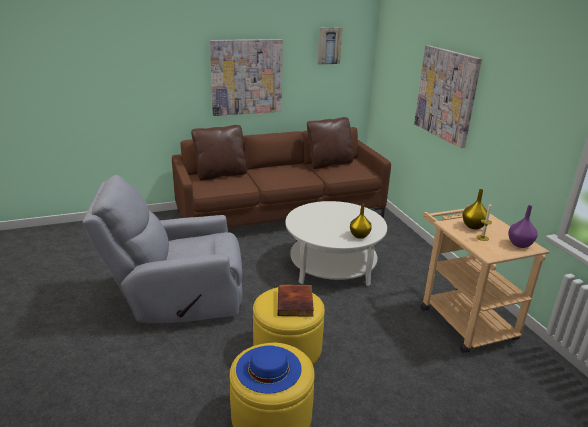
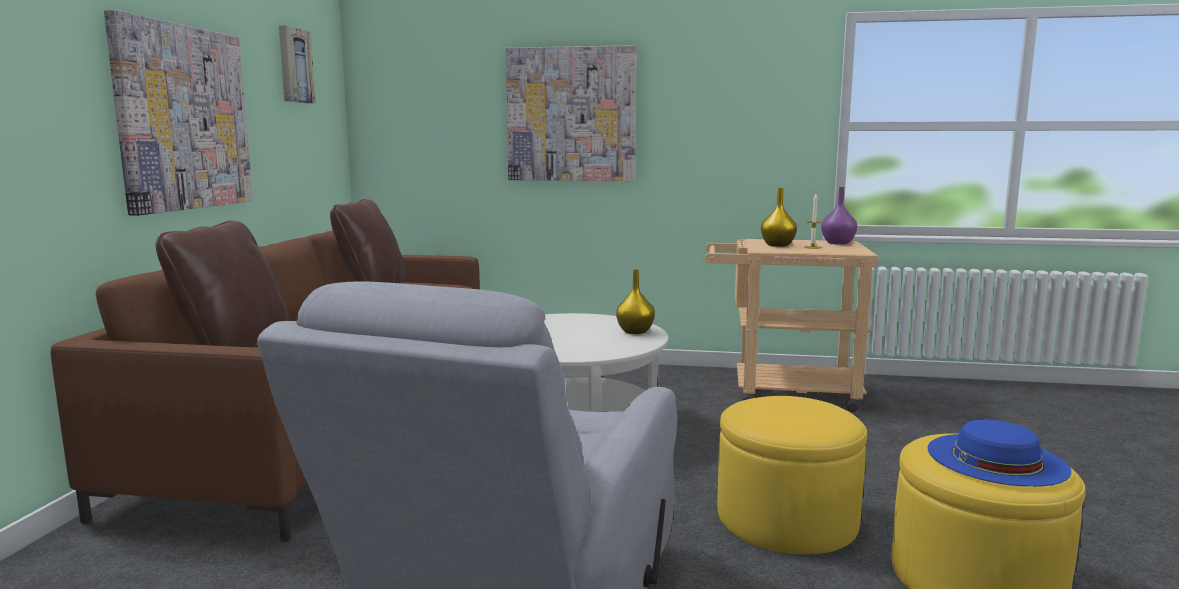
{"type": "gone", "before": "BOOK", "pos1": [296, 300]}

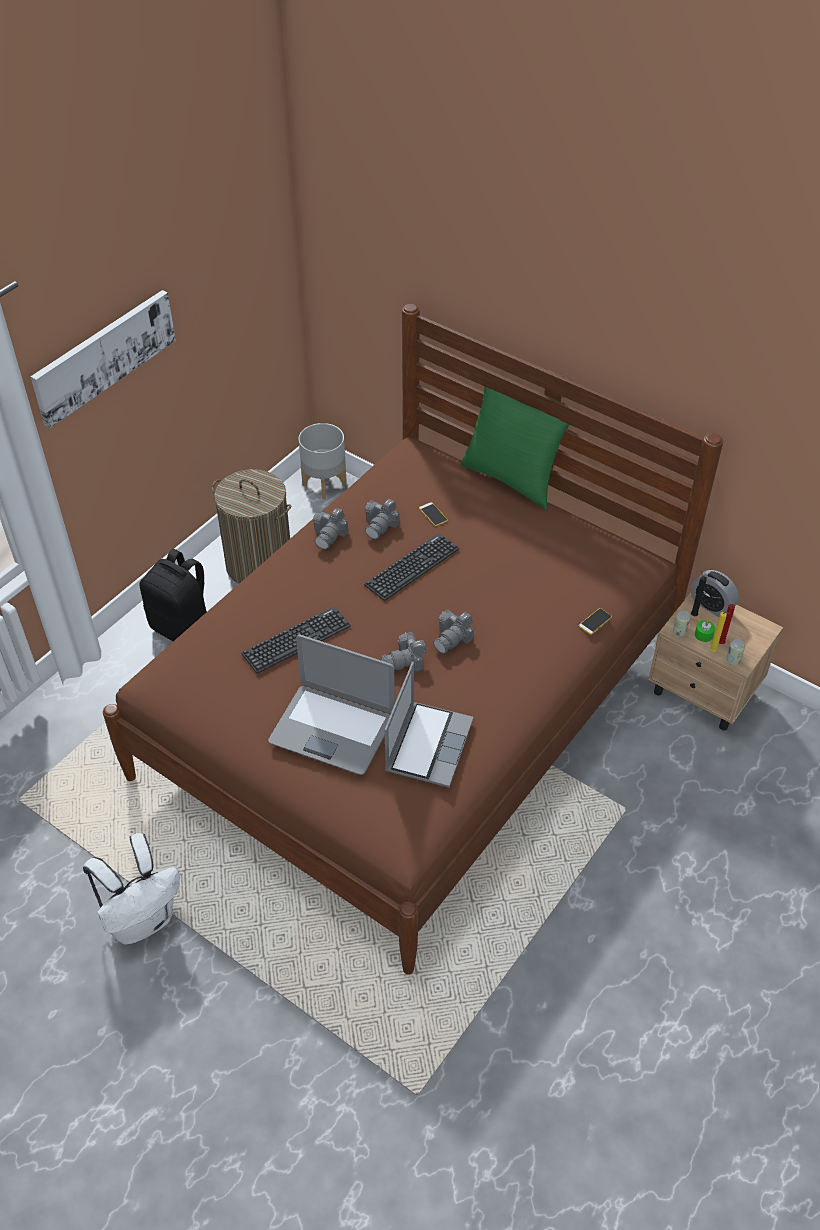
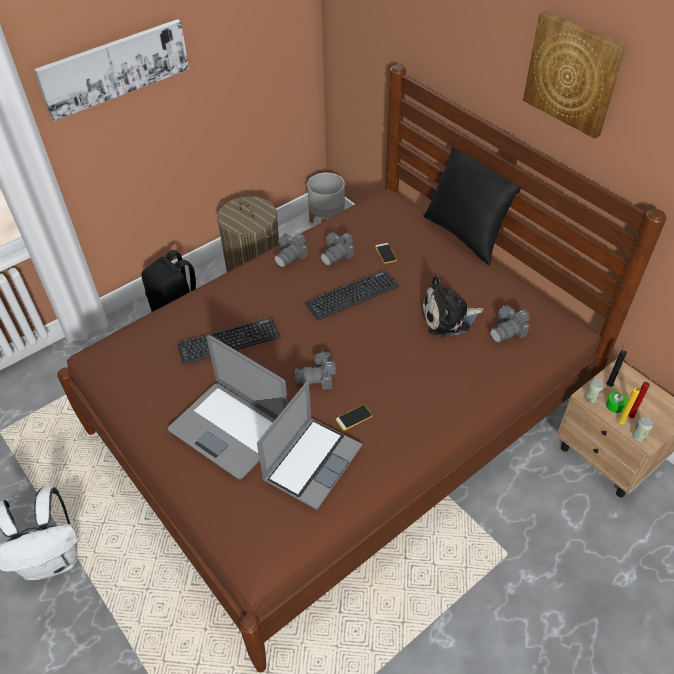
{"type": "repainted", "before": "GREEN PILLOW", "after": "BLACK PILLOW", "pos1": [514, 448], "pos2": [472, 206]}
{"type": "gone", "before": "ALARM CLOCK", "pos1": [714, 593]}
{"type": "shifted", "before": "PHONE", "pos1": [595, 621], "pos2": [353, 418]}
{"type": "shifted", "before": "PHOTO CAMERA", "pos1": [453, 631], "pos2": [509, 324]}
{"type": "new", "after": "PICTURE", "pos2": [574, 75]}
{"type": "new", "after": "PLUSH TOY", "pos2": [452, 306]}

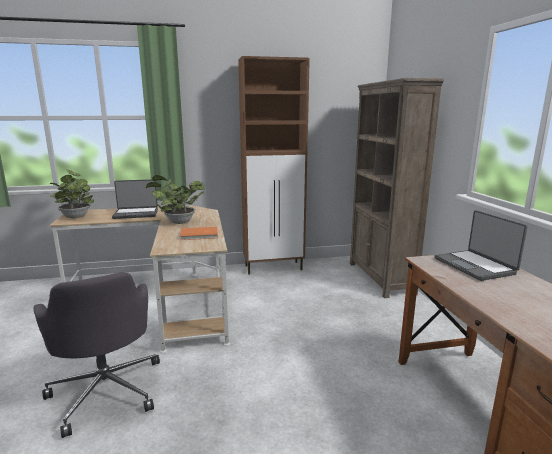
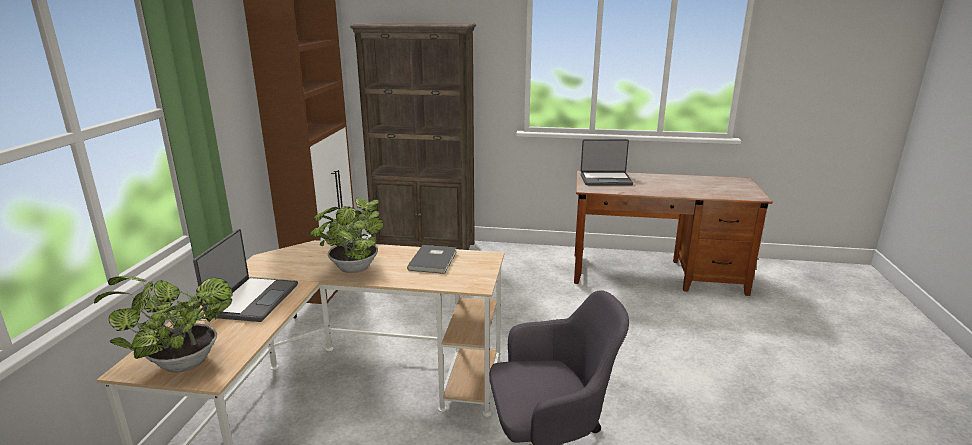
{"type": "repainted", "before": "ORANGE BOOK", "after": "GREY BOOK", "pos1": [199, 233], "pos2": [432, 259]}

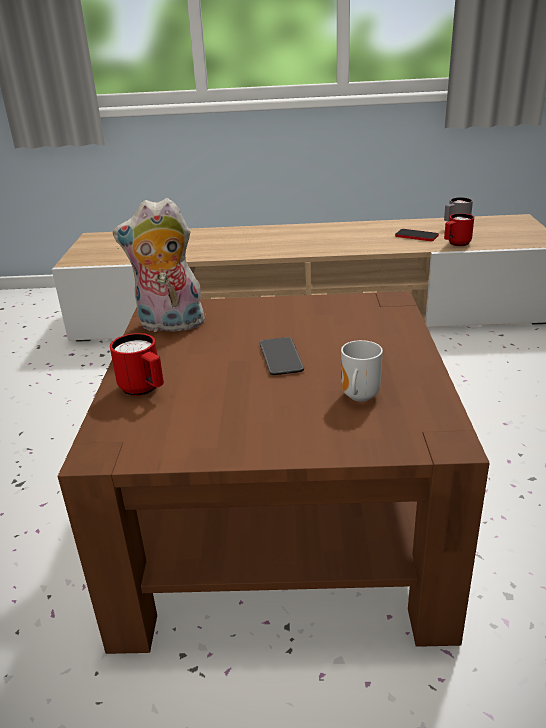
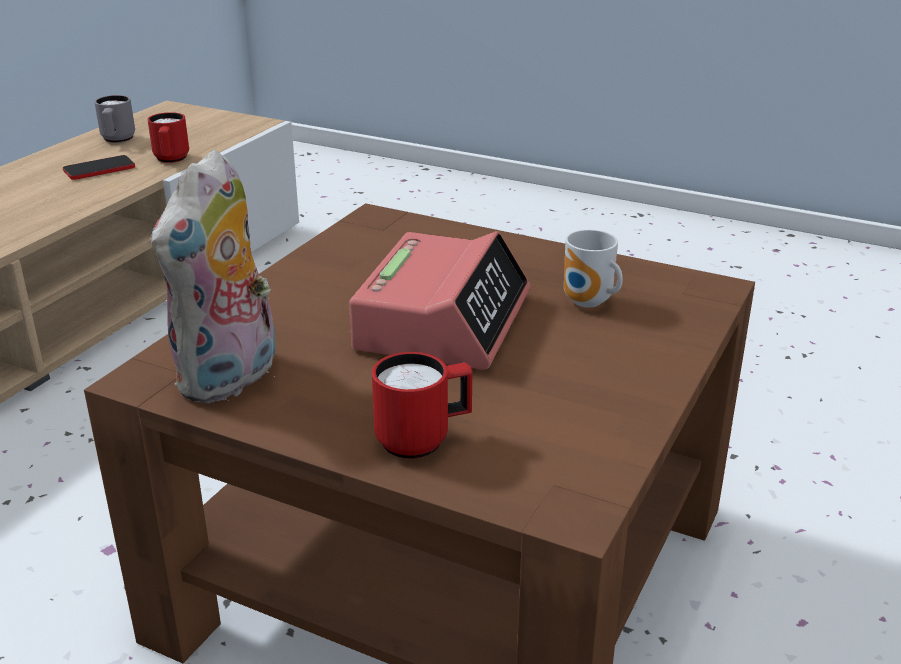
{"type": "swapped", "before": "PHONE", "after": "ALARM CLOCK", "pos1": [282, 356], "pos2": [439, 300]}

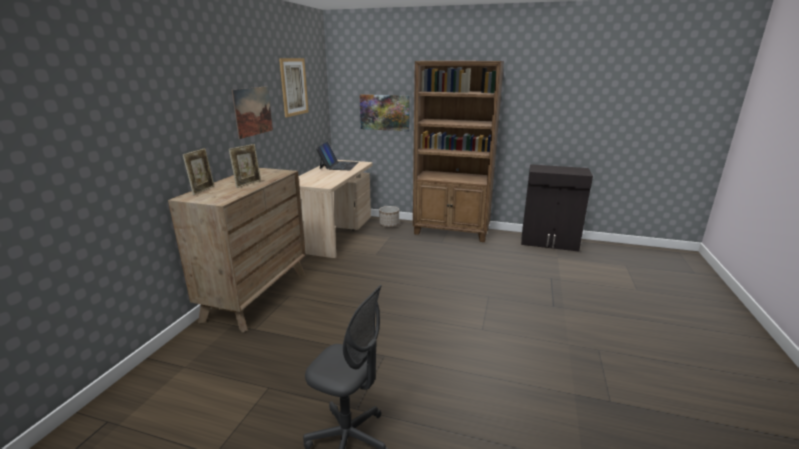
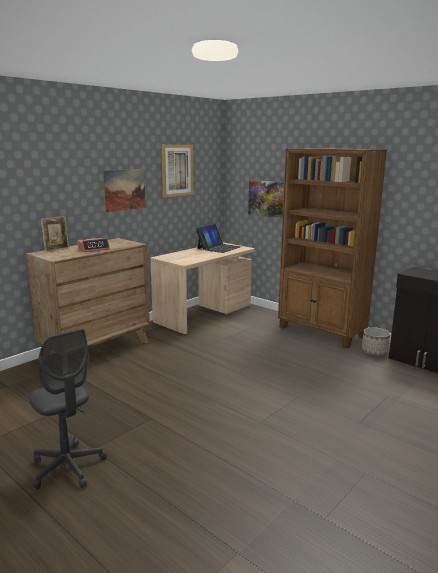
{"type": "swapped", "before": "PICTURE FRAME", "after": "ALARM CLOCK", "pos1": [245, 166], "pos2": [94, 245]}
{"type": "shifted", "before": "PLANTER", "pos1": [389, 216], "pos2": [376, 341]}

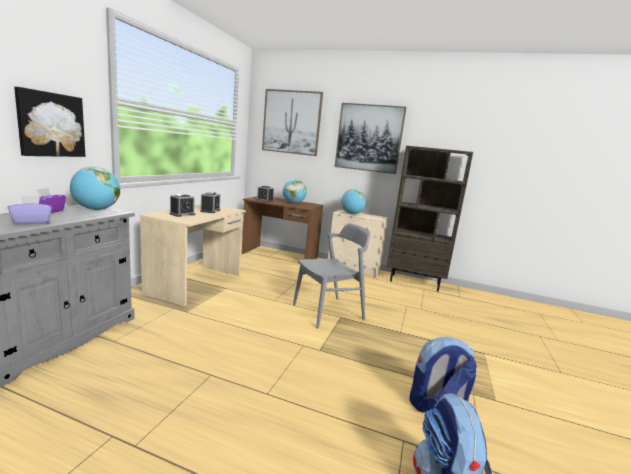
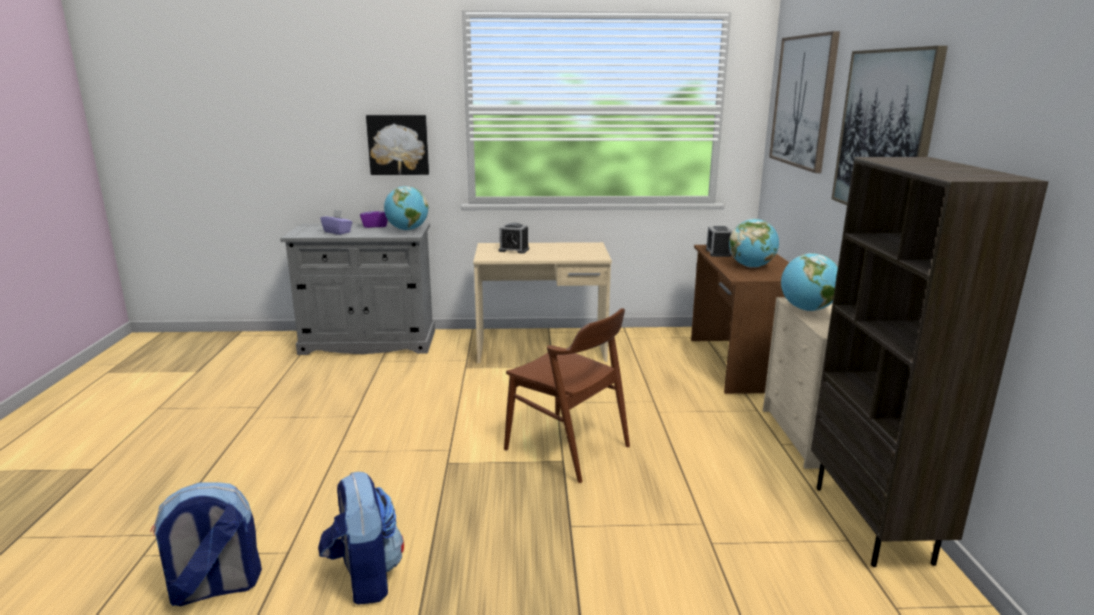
{"type": "gone", "before": "ALARM CLOCK", "pos1": [210, 202]}
{"type": "repainted", "before": "GREY CHAIR", "after": "BROWN CHAIR", "pos1": [331, 276], "pos2": [567, 395]}

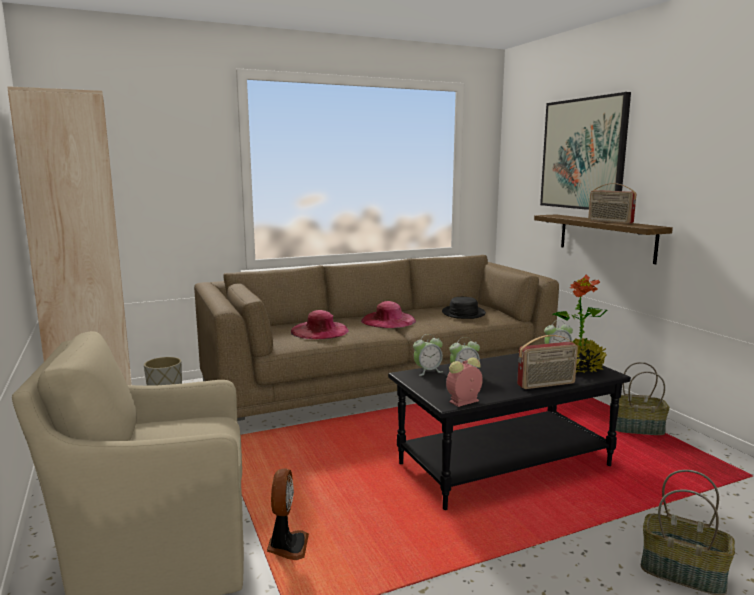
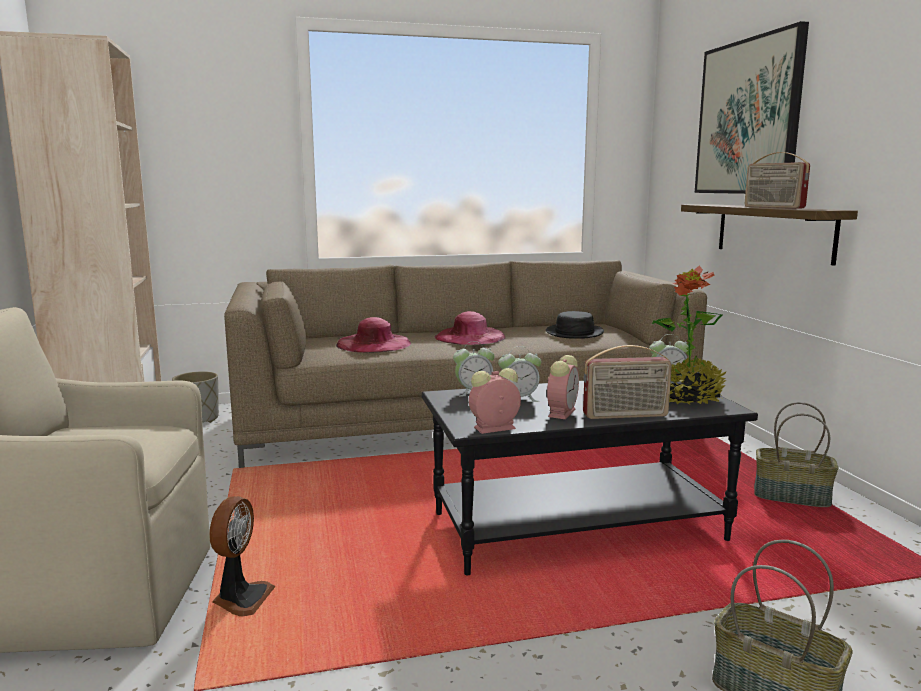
{"type": "new", "after": "ALARM CLOCK", "pos2": [563, 387]}

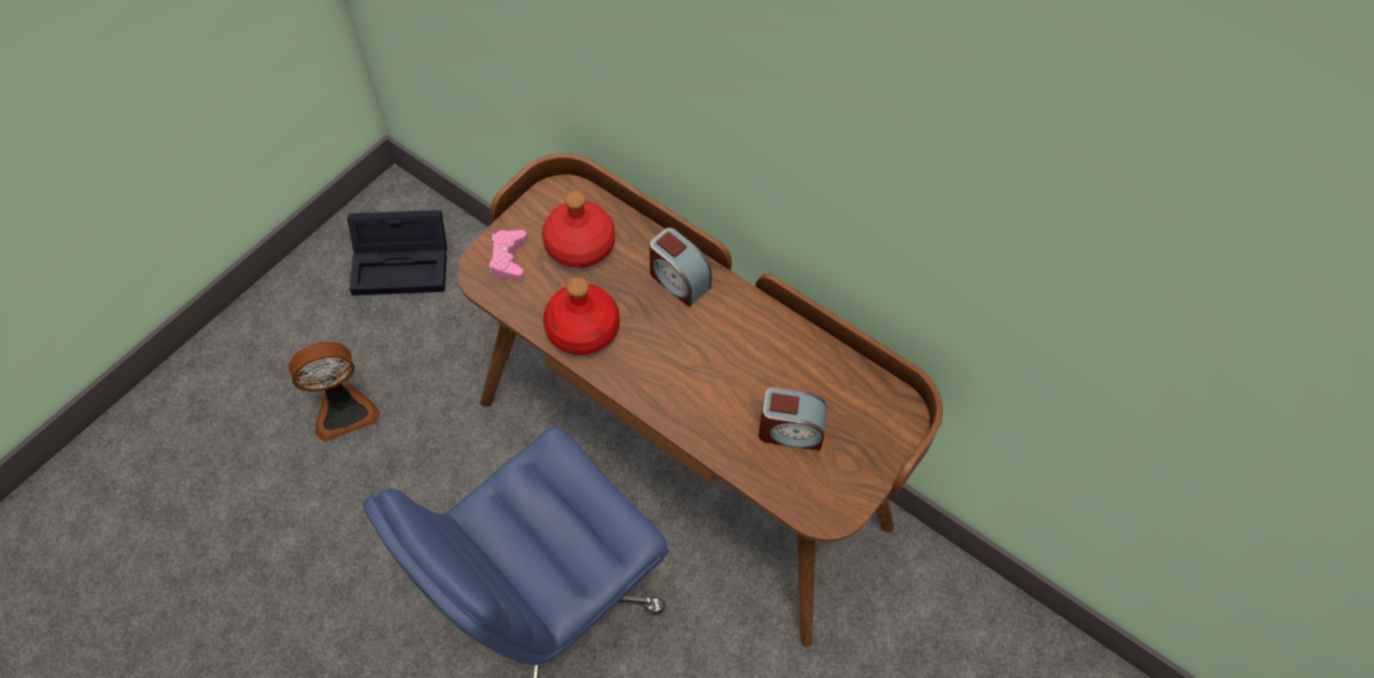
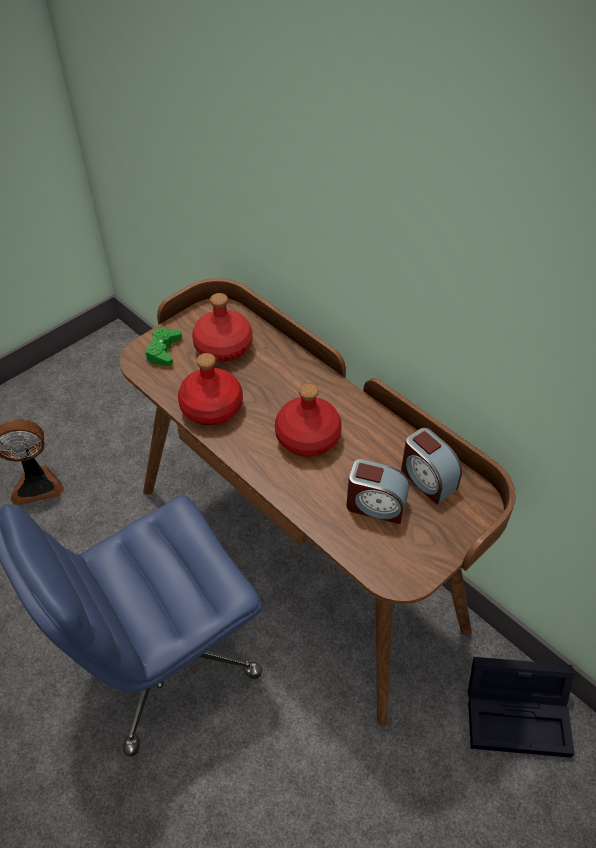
{"type": "shifted", "before": "BLACK STORAGE BOX", "pos1": [397, 253], "pos2": [521, 707]}
{"type": "shifted", "before": "ALARM CLOCK", "pos1": [681, 267], "pos2": [431, 466]}
{"type": "repainted", "before": "PINK GAME CONTROLLER", "after": "GREEN GAME CONTROLLER", "pos1": [508, 255], "pos2": [163, 347]}
{"type": "new", "after": "RED BOTTLE", "pos2": [308, 420]}

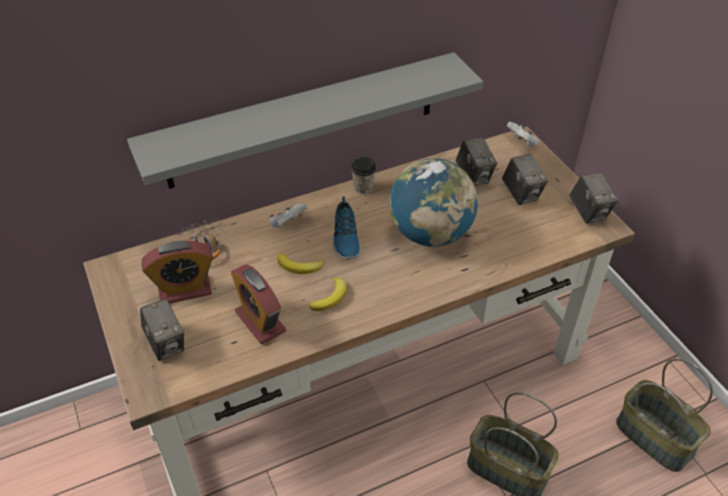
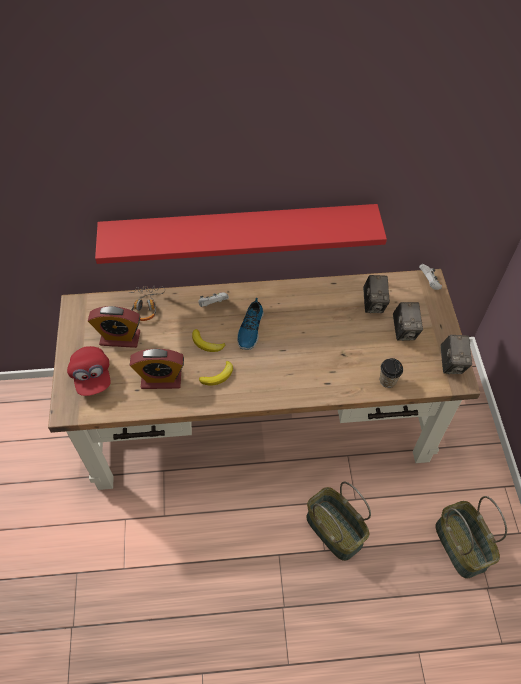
{"type": "repainted", "before": "GREY SHELF", "after": "RED SHELF", "pos1": [305, 120], "pos2": [241, 234]}
{"type": "shifted", "before": "CUP", "pos1": [363, 175], "pos2": [391, 373]}
{"type": "gone", "before": "GLOBE", "pos1": [434, 202]}
{"type": "rotated", "before": "ALARM CLOCK", "pos1": [258, 304], "pos2": [157, 369], "turn": -75}
{"type": "swapped", "before": "PHOTO CAMERA", "after": "RED CAP", "pos1": [162, 329], "pos2": [89, 371]}

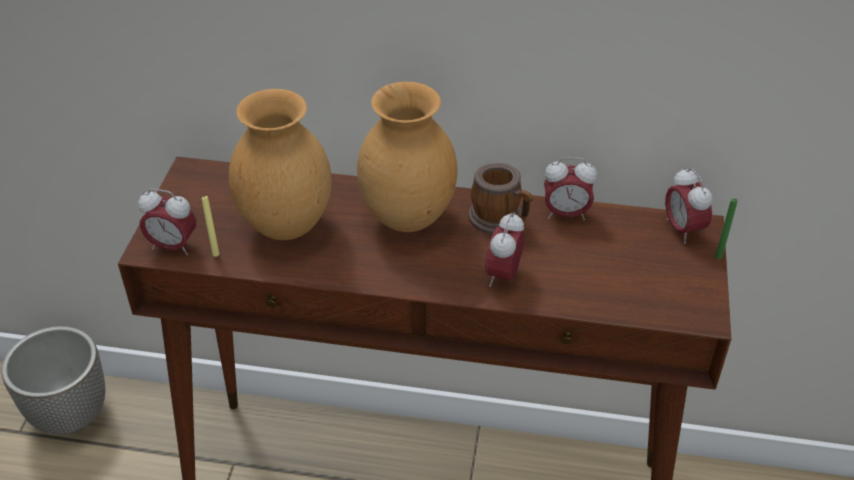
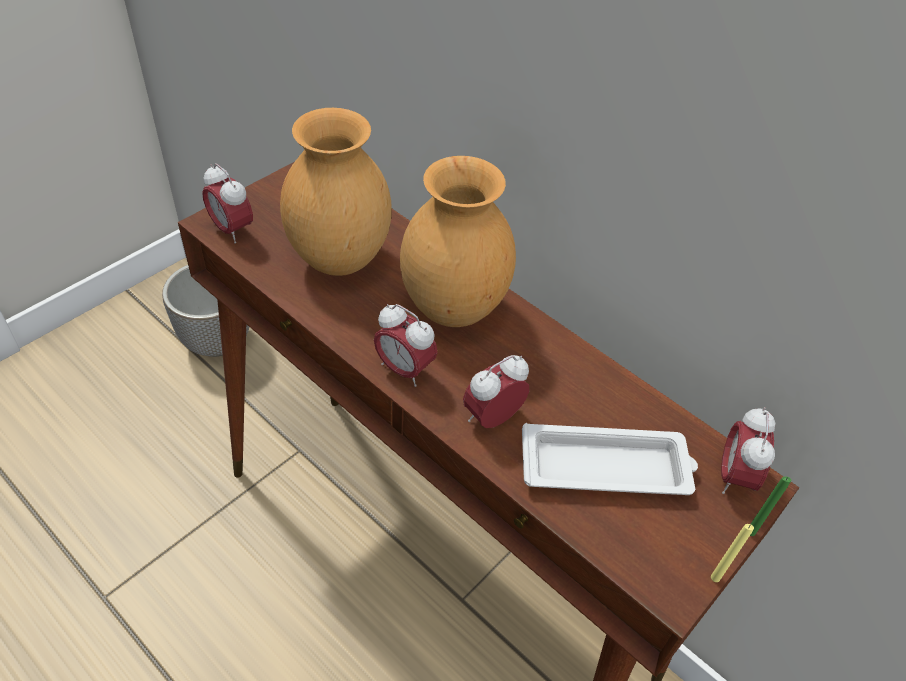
{"type": "shifted", "before": "ALARM CLOCK", "pos1": [570, 188], "pos2": [406, 345]}
{"type": "gone", "before": "MUG", "pos1": [500, 198]}
{"type": "shifted", "before": "YELLOW CANDLE", "pos1": [210, 226], "pos2": [732, 553]}
{"type": "new", "after": "WHITE TRAY", "pos2": [610, 459]}

